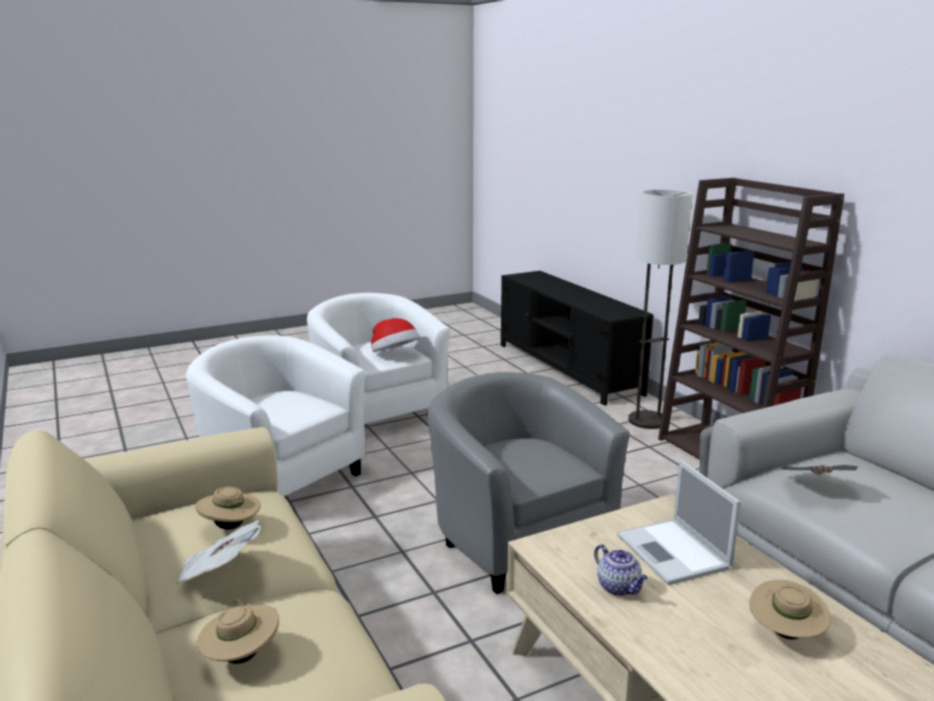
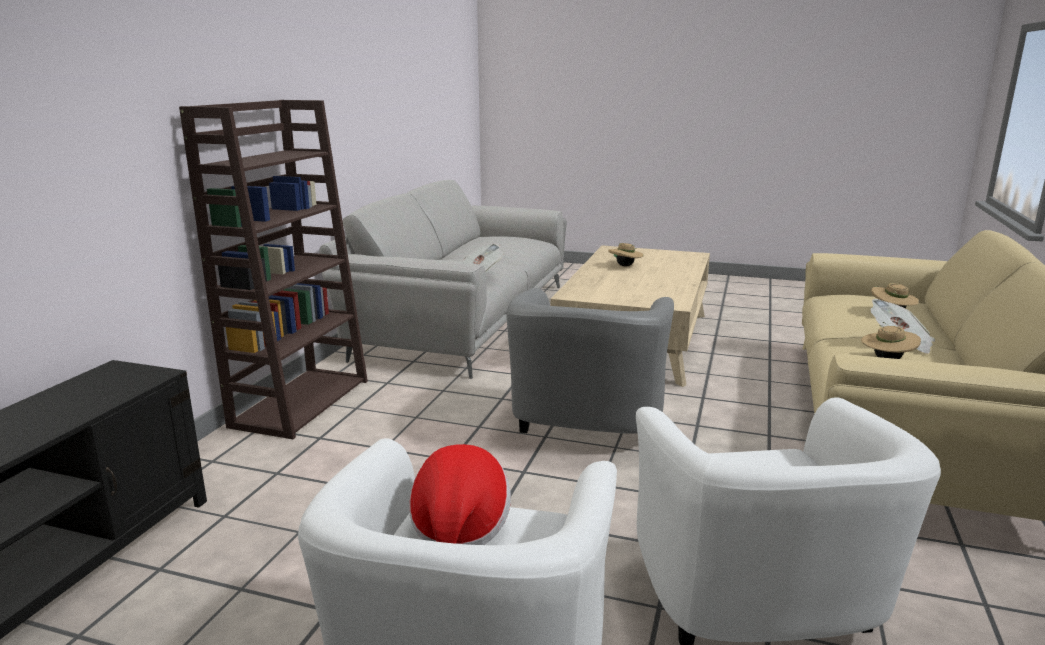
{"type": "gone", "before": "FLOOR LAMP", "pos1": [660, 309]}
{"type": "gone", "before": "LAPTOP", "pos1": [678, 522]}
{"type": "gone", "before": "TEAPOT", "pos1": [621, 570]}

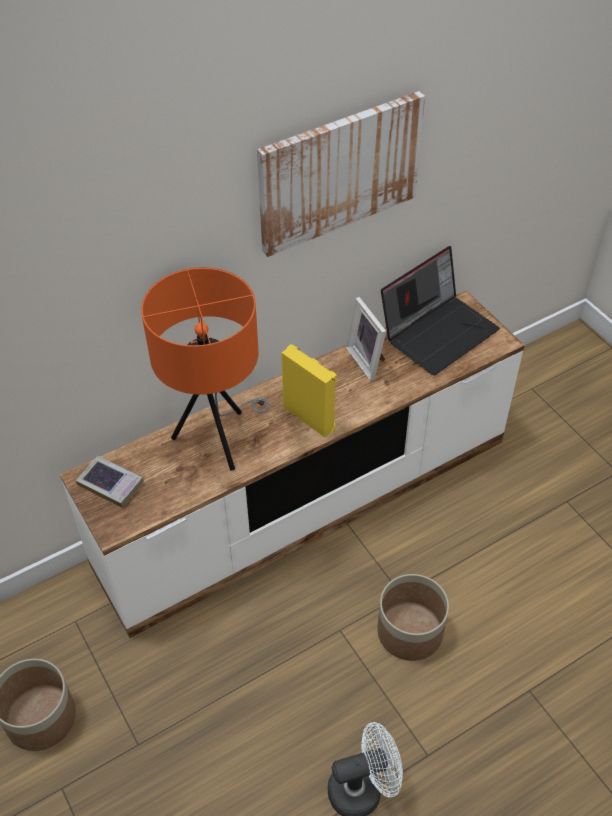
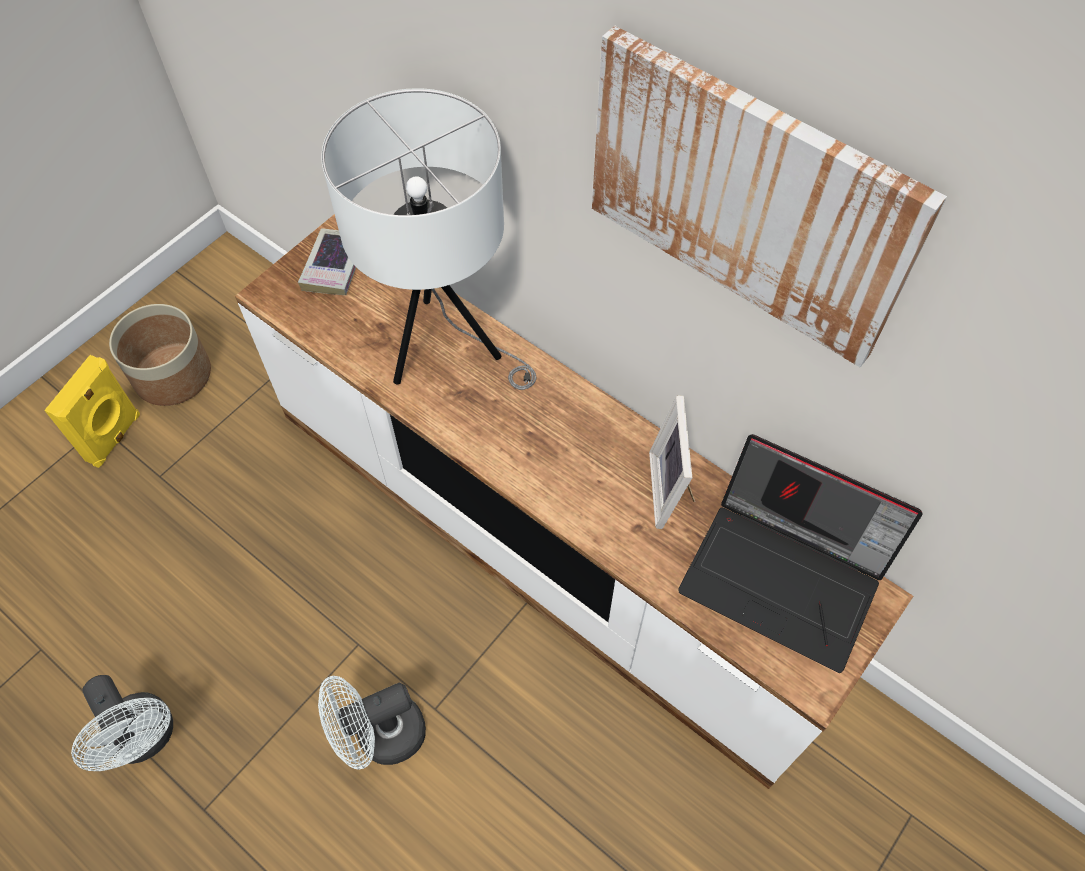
{"type": "repainted", "before": "ORANGE TABLE LAMP", "after": "WHITE TABLE LAMP", "pos1": [205, 369], "pos2": [428, 239]}
{"type": "rotated", "before": "PICTURE FRAME", "pos1": [366, 339], "pos2": [672, 462], "turn": -45}
{"type": "shifted", "before": "YELLOW SPEAKER", "pos1": [308, 390], "pos2": [92, 411]}
{"type": "swapped", "before": "PLANTER", "after": "WHITE FAN", "pos1": [413, 617], "pos2": [372, 723]}

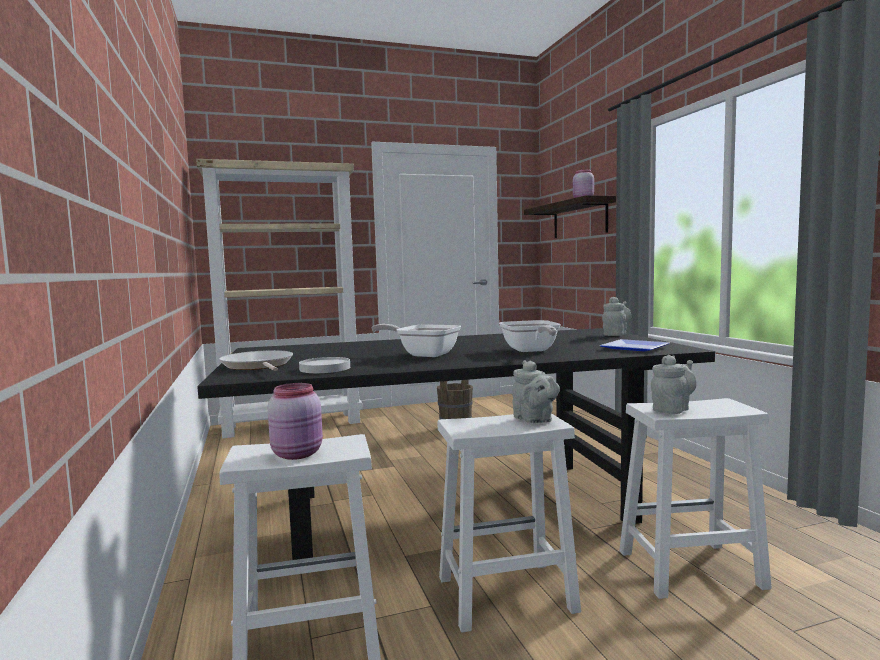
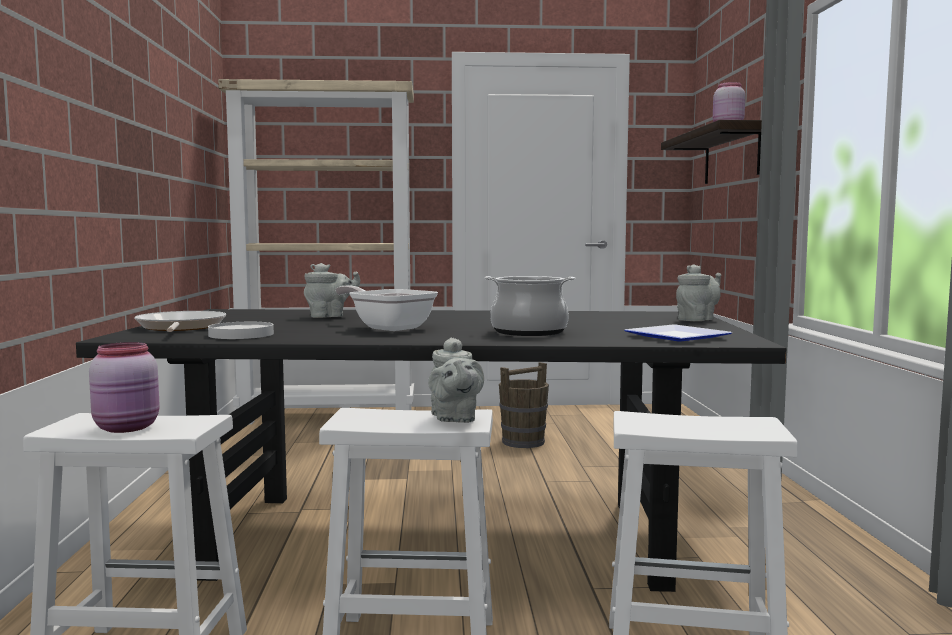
{"type": "swapped", "before": "FRYING PAN", "after": "COOKING POT", "pos1": [530, 336], "pos2": [529, 306]}
{"type": "shifted", "before": "GREY TEAPOT", "pos1": [673, 384], "pos2": [332, 290]}

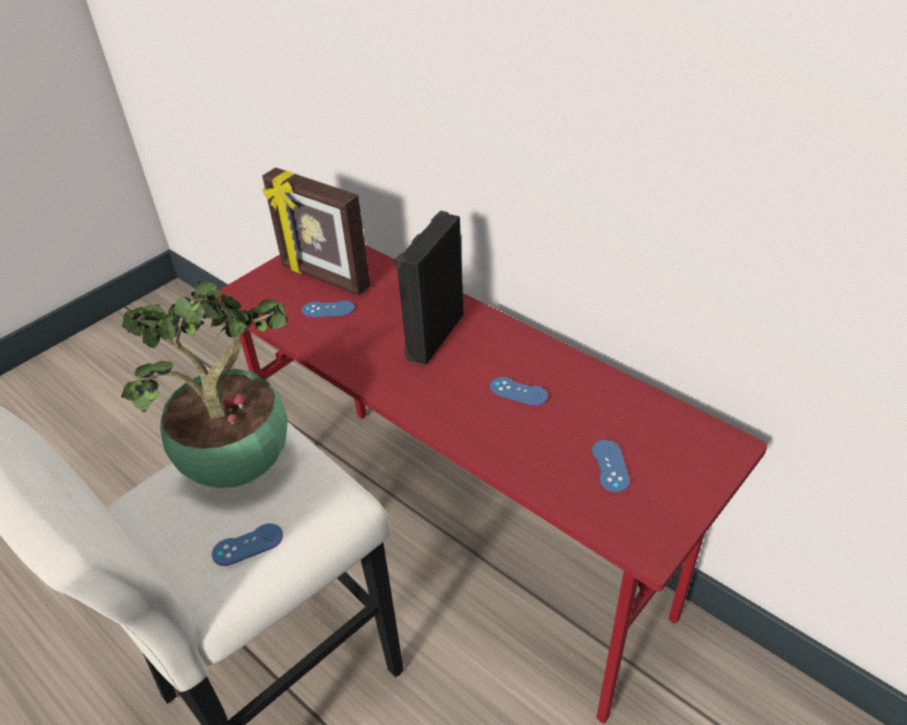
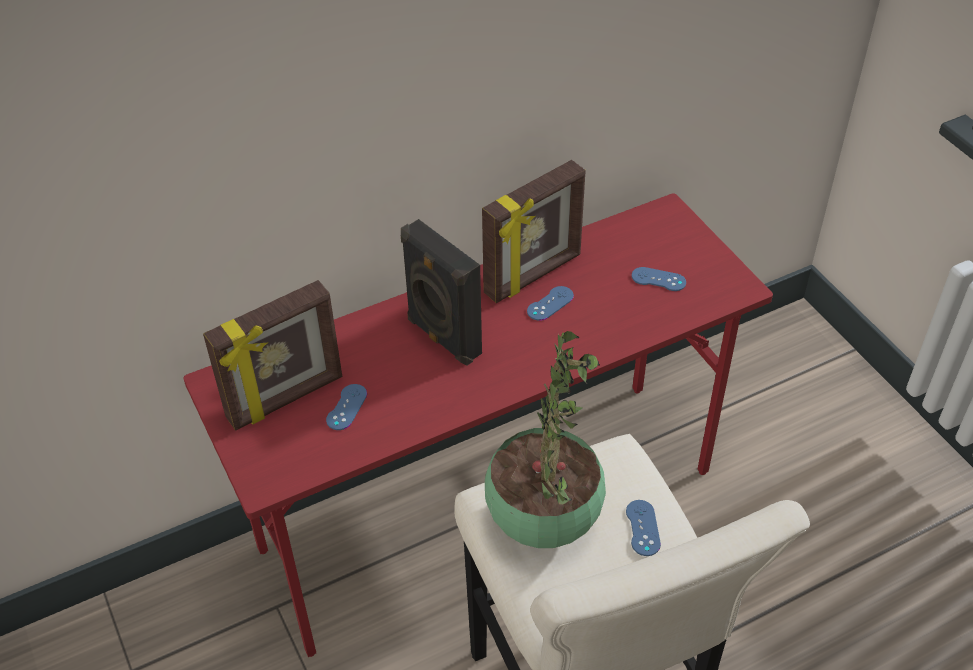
{"type": "new", "after": "PICTURE FRAME", "pos2": [534, 231]}

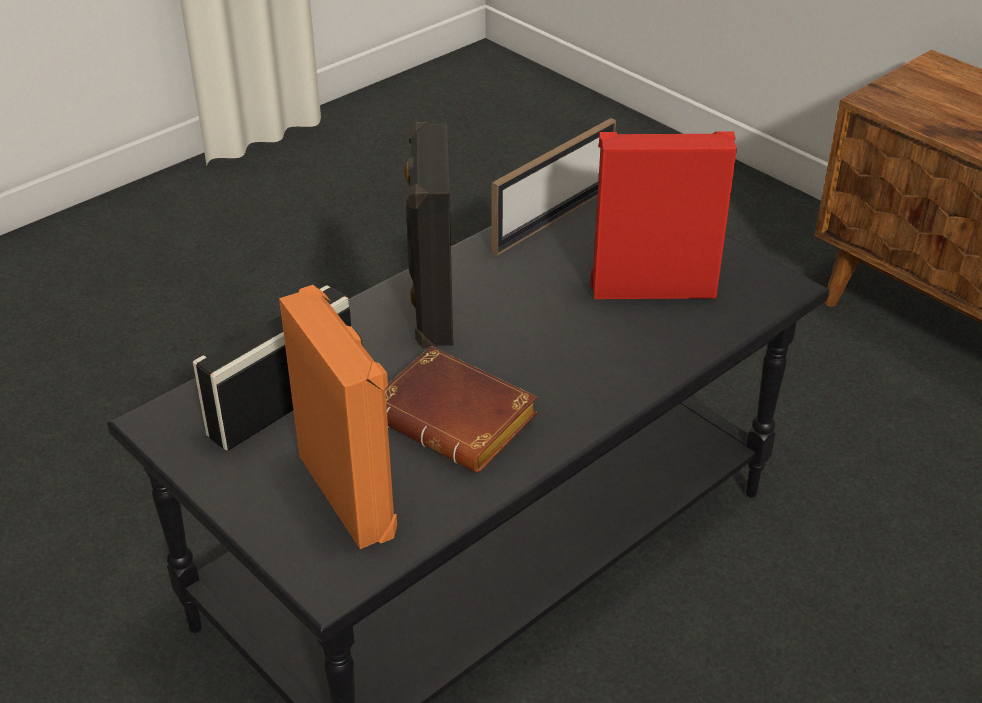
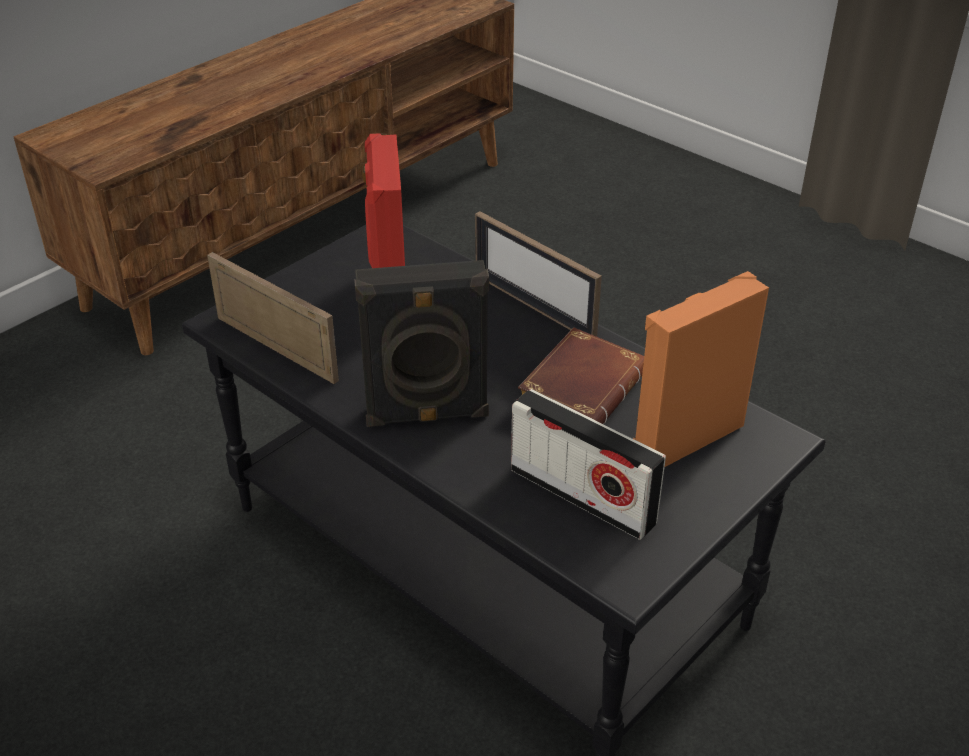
{"type": "new", "after": "PICTURE FRAME", "pos2": [538, 274]}

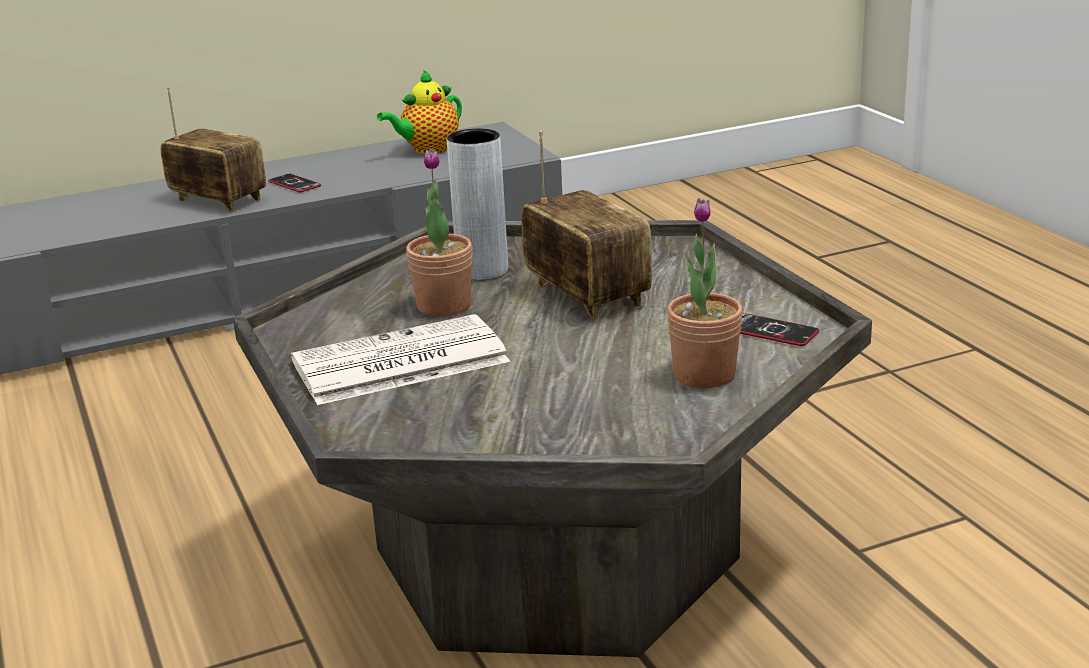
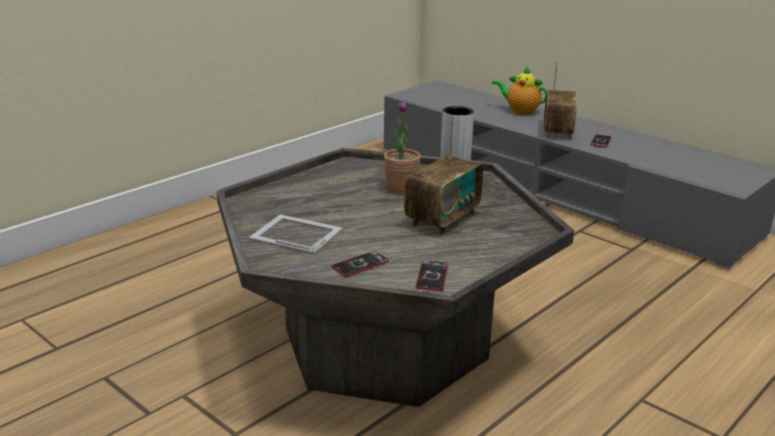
{"type": "shifted", "before": "TEAPOT", "pos1": [419, 112], "pos2": [519, 90]}
{"type": "swapped", "before": "POTTED PLANT", "after": "PHONE", "pos1": [705, 293], "pos2": [360, 264]}
{"type": "gone", "before": "NEWSPAPER", "pos1": [400, 359]}
{"type": "new", "after": "PICTURE FRAME", "pos2": [296, 234]}

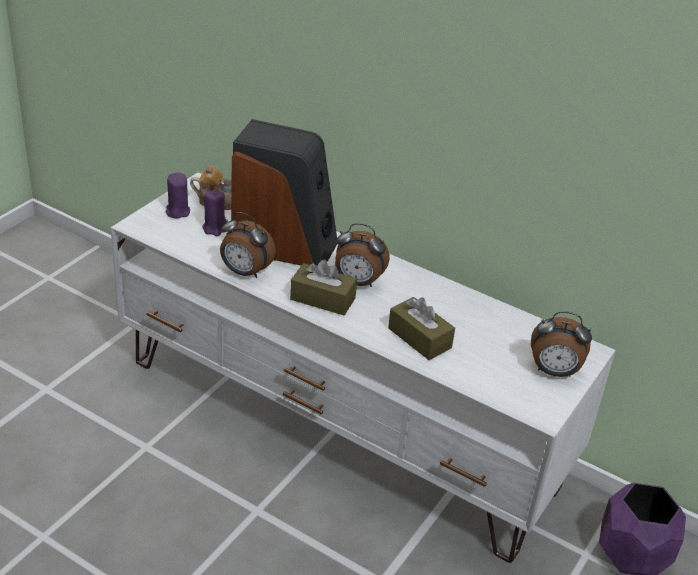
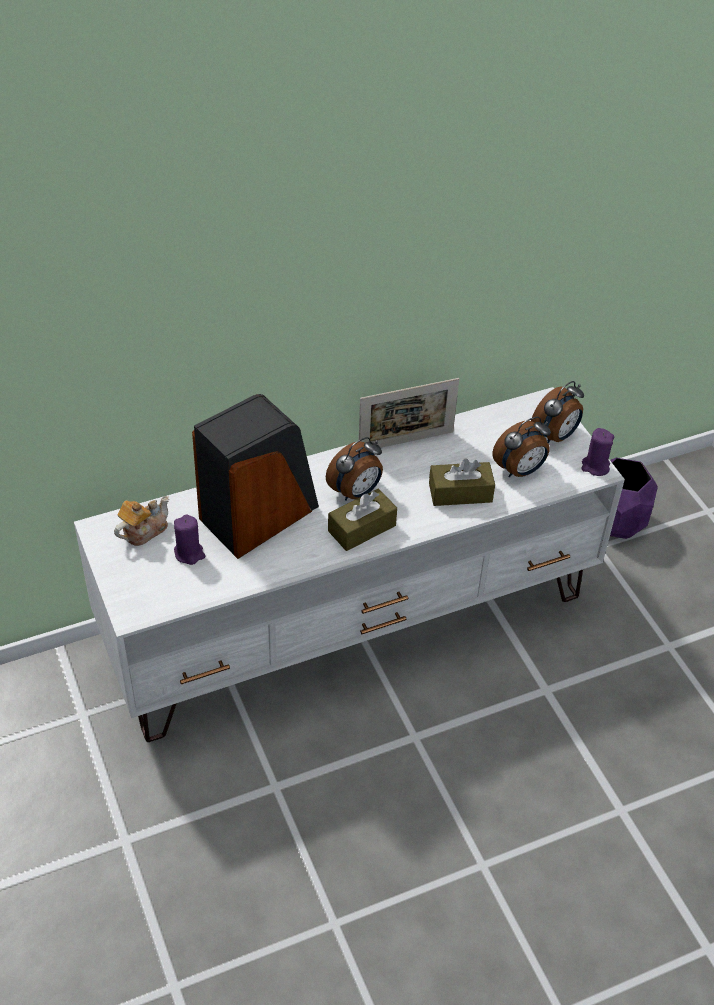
{"type": "shifted", "before": "PURPLE CANDLE", "pos1": [178, 196], "pos2": [598, 452]}
{"type": "shifted", "before": "ALARM CLOCK", "pos1": [248, 245], "pos2": [522, 447]}
{"type": "new", "after": "PICTURE FRAME", "pos2": [408, 413]}

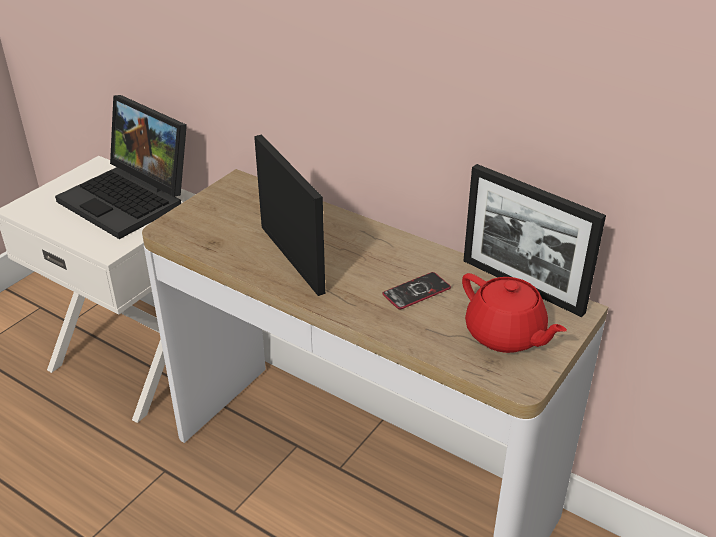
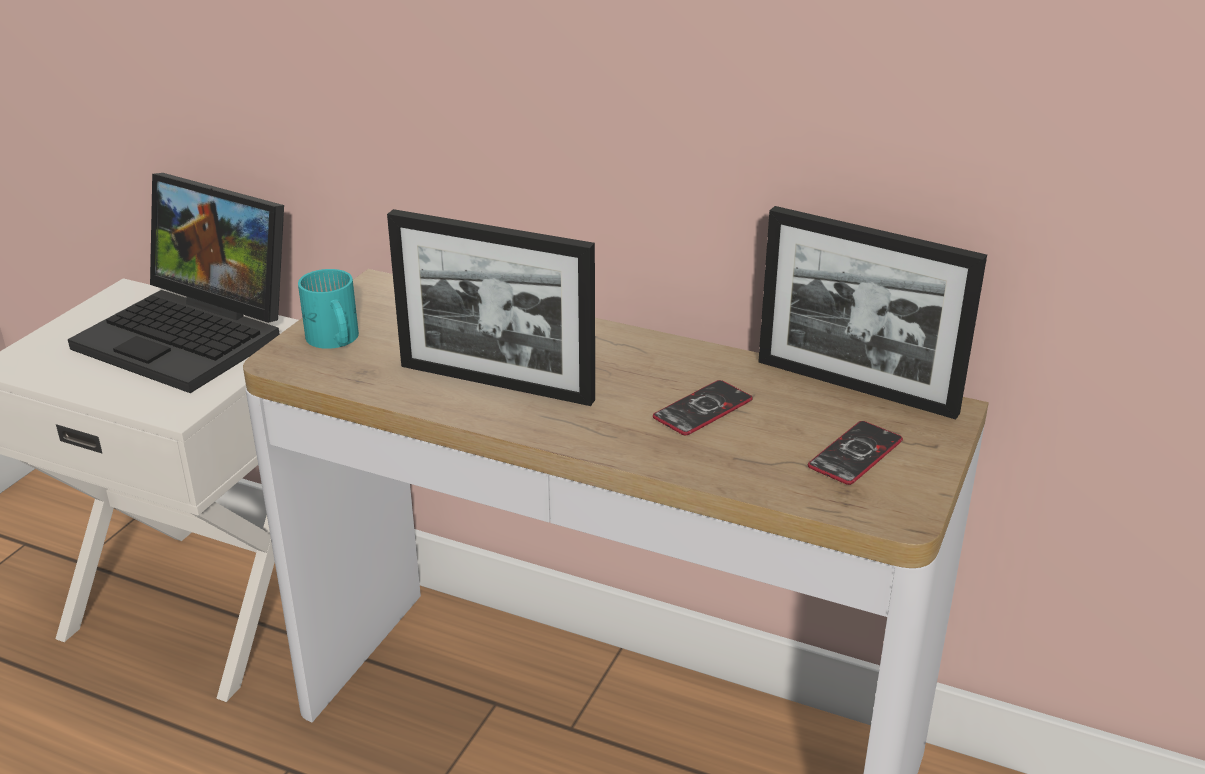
{"type": "rotated", "before": "PICTURE FRAME", "pos1": [289, 215], "pos2": [491, 307], "turn": 150}
{"type": "swapped", "before": "RED TEAPOT", "after": "PHONE", "pos1": [514, 313], "pos2": [855, 453]}
{"type": "new", "after": "TURQUOISE MUG", "pos2": [328, 309]}

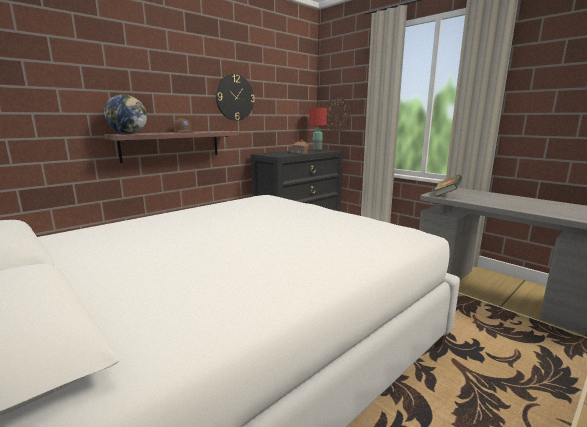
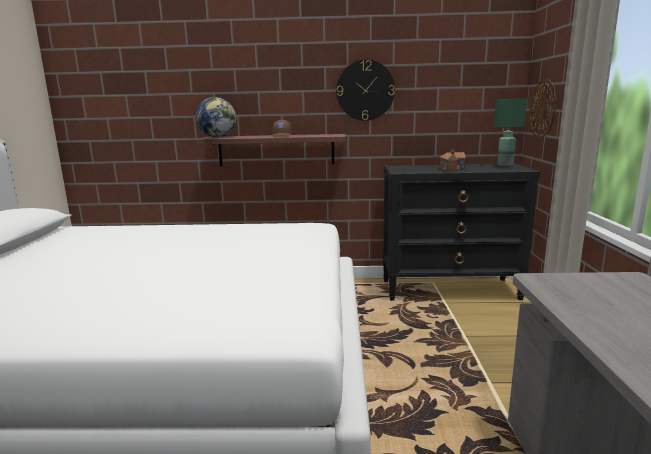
{"type": "repainted", "before": "RED TABLE LAMP", "after": "GREEN TABLE LAMP", "pos1": [318, 129], "pos2": [510, 133]}
{"type": "gone", "before": "BOOK", "pos1": [447, 185]}

